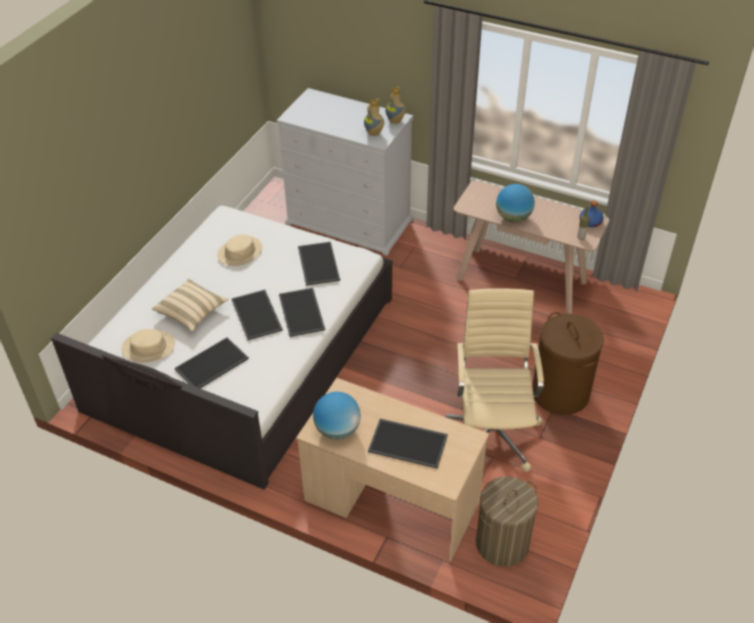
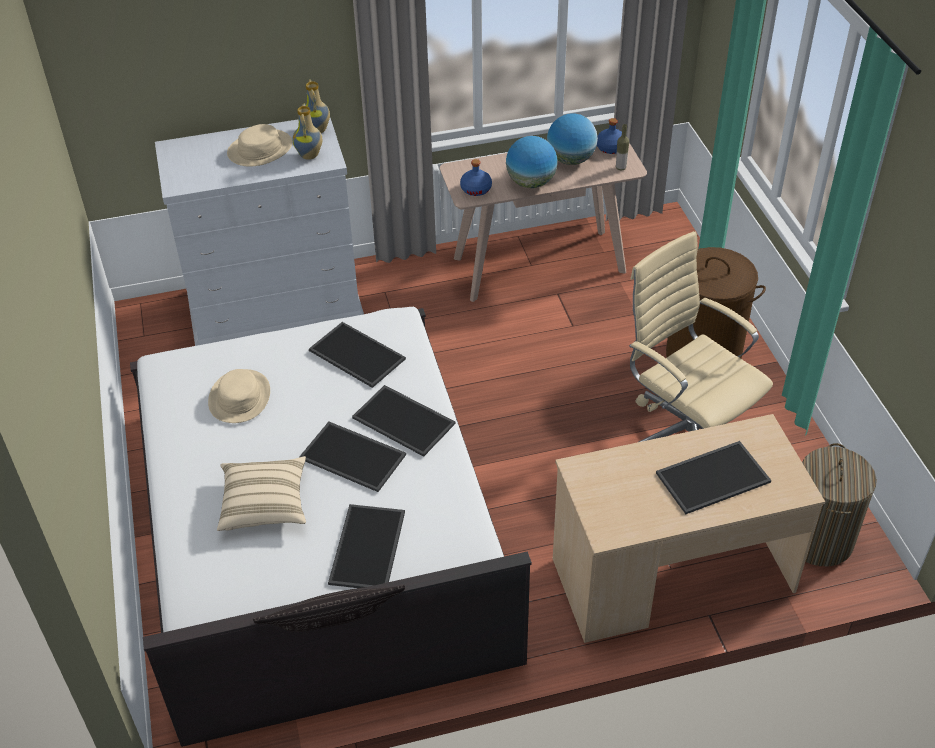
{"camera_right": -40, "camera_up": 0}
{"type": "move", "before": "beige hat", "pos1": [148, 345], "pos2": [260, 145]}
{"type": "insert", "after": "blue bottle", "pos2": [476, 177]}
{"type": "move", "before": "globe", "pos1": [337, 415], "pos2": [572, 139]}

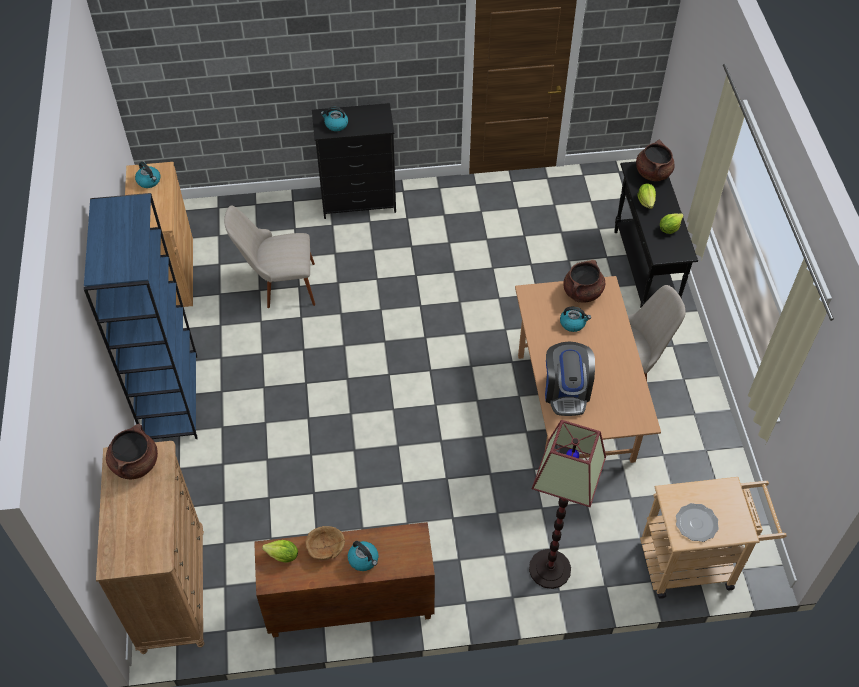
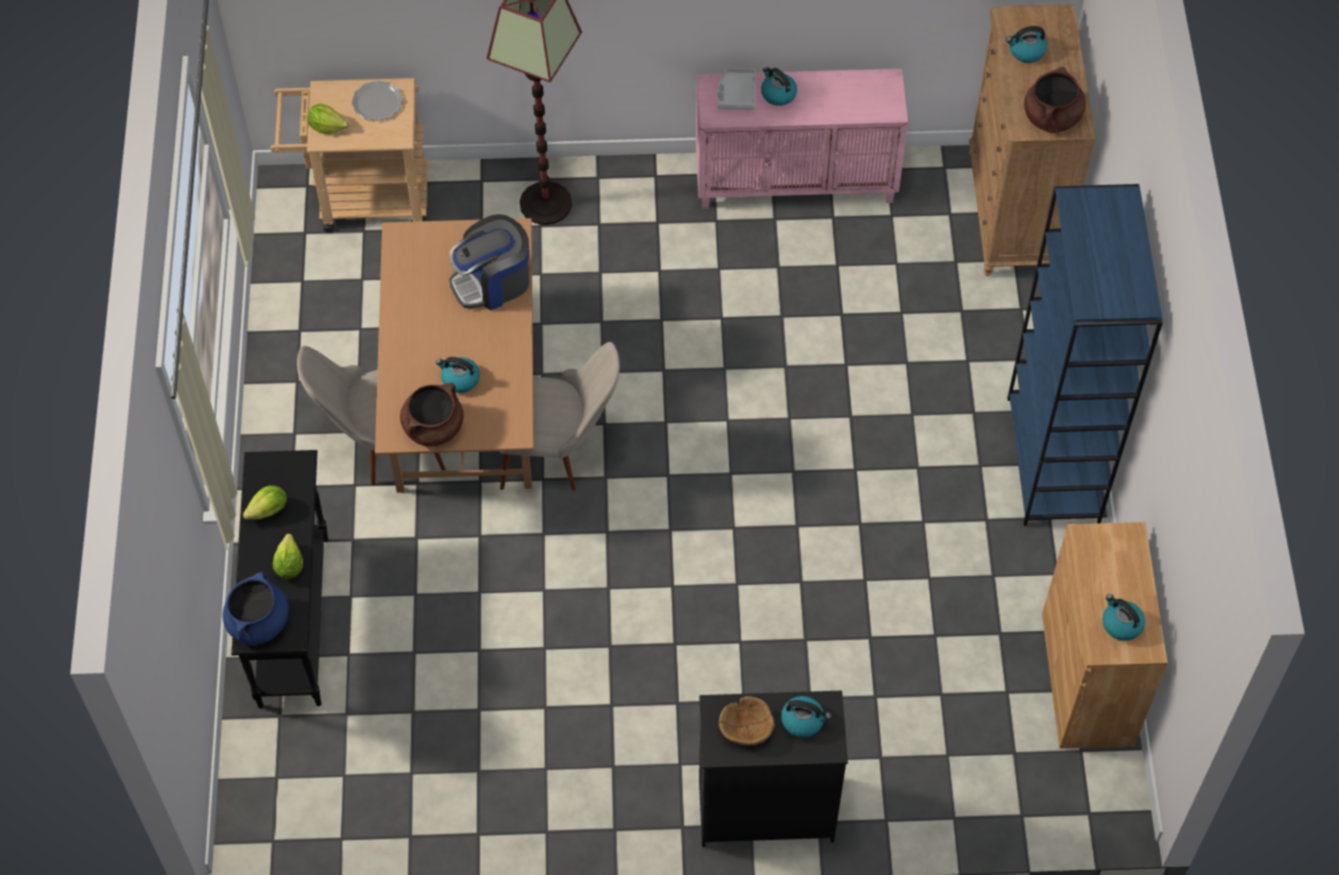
{"camera_right": -175, "camera_up": 5}
{"type": "recolor", "before": "brown cooking pot", "after": "blue cooking pot", "pos1": [655, 160], "pos2": [256, 609]}
{"type": "move", "before": "lettuce", "pos1": [280, 551], "pos2": [328, 119]}
{"type": "rotate", "before": "coffee machine", "pos1": [570, 378], "pos2": [489, 262], "turn": -120}
{"type": "move", "before": "beige chair", "pos1": [269, 256], "pos2": [559, 416]}
{"type": "recolor", "before": "brown cabinet", "after": "pink cabinet", "pos1": [344, 579], "pos2": [802, 138]}
{"type": "insert", "after": "grey tray", "pos2": [737, 89]}
{"type": "move", "before": "brown bowl", "pos1": [325, 543], "pos2": [747, 721]}
{"type": "insert", "after": "kettle", "pos2": [1026, 44]}

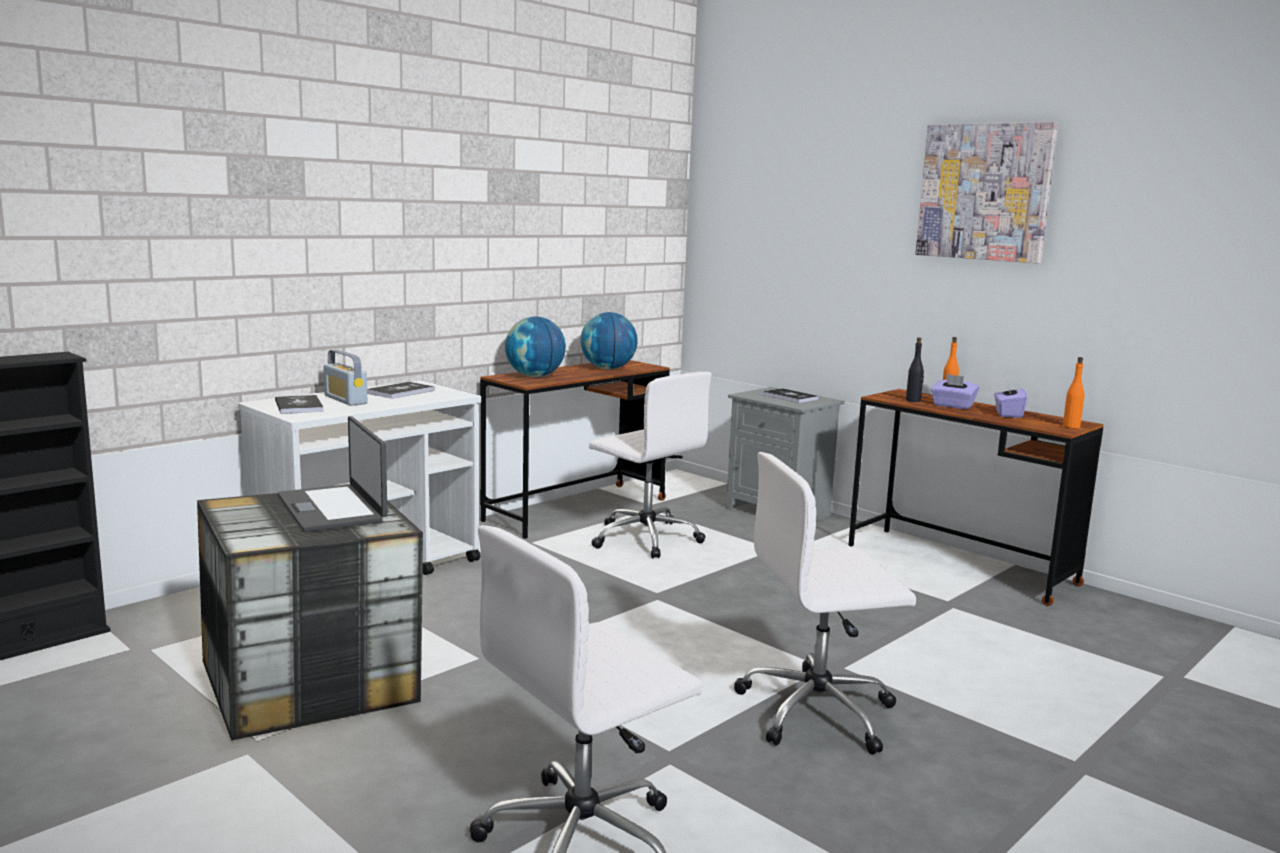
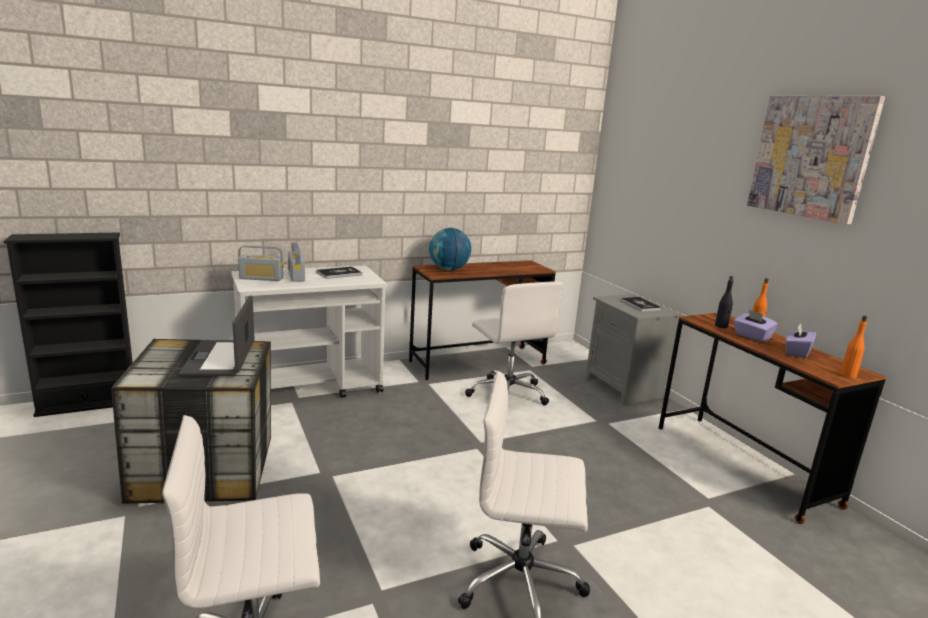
{"camera_right": 20, "camera_up": 5}
{"type": "replace", "before": "book", "after": "radio", "pos1": [299, 404], "pos2": [261, 263]}
{"type": "delete", "before": "globe", "pos1": [609, 340]}

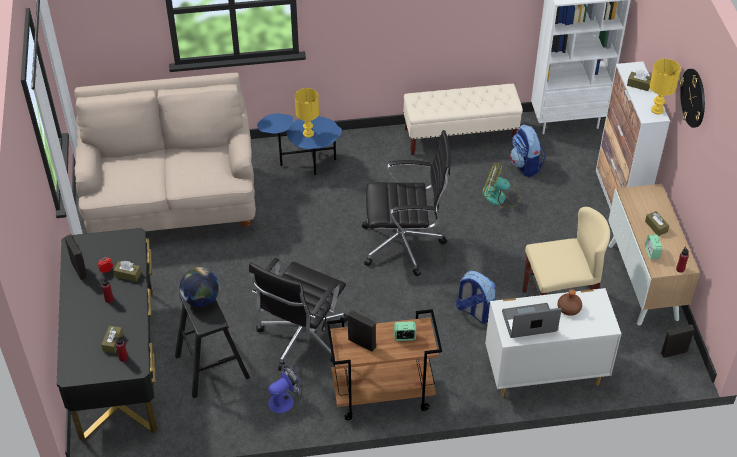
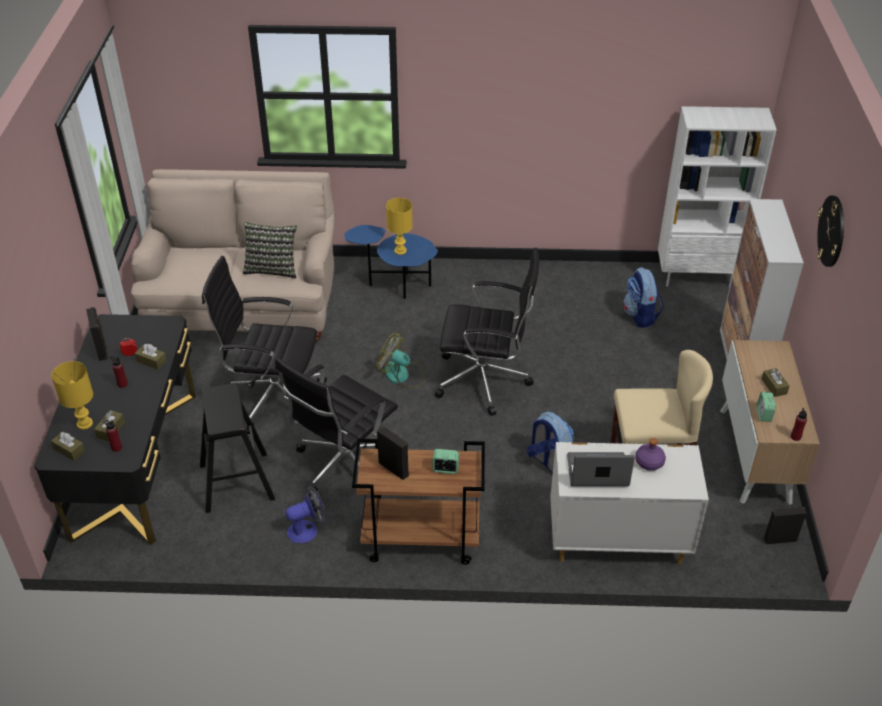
{"camera_right": 10, "camera_up": -5}
{"type": "move", "before": "yellow table lamp", "pos1": [665, 86], "pos2": [72, 395]}
{"type": "move", "before": "brown tissue box", "pos1": [639, 80], "pos2": [68, 446]}
{"type": "insert", "after": "black office chair", "pos2": [264, 343]}
{"type": "insert", "after": "pillow", "pos2": [270, 250]}
{"type": "move", "before": "fan", "pos1": [501, 185], "pos2": [401, 360]}
{"type": "recolor", "before": "brown bottle", "after": "purple bottle", "pos1": [569, 302], "pos2": [650, 454]}
{"type": "delete", "before": "globe", "pos1": [200, 287]}
{"type": "delete", "before": "beige bench", "pos1": [463, 119]}

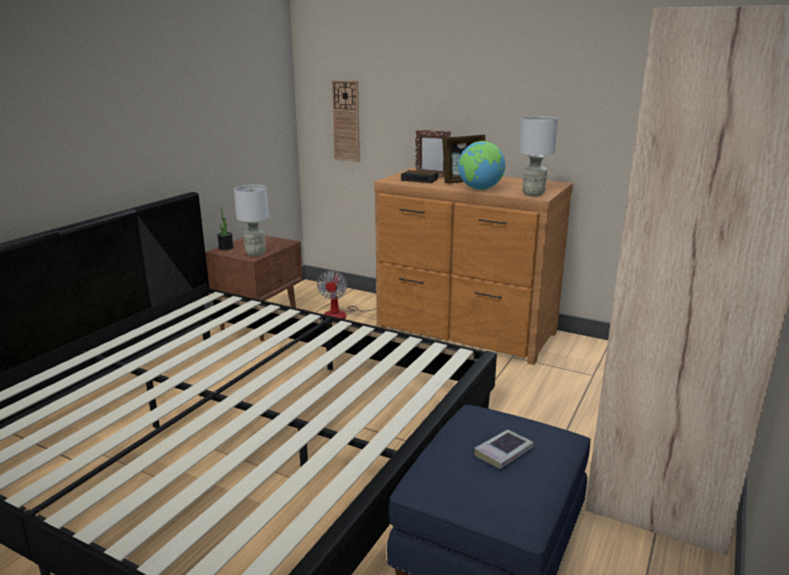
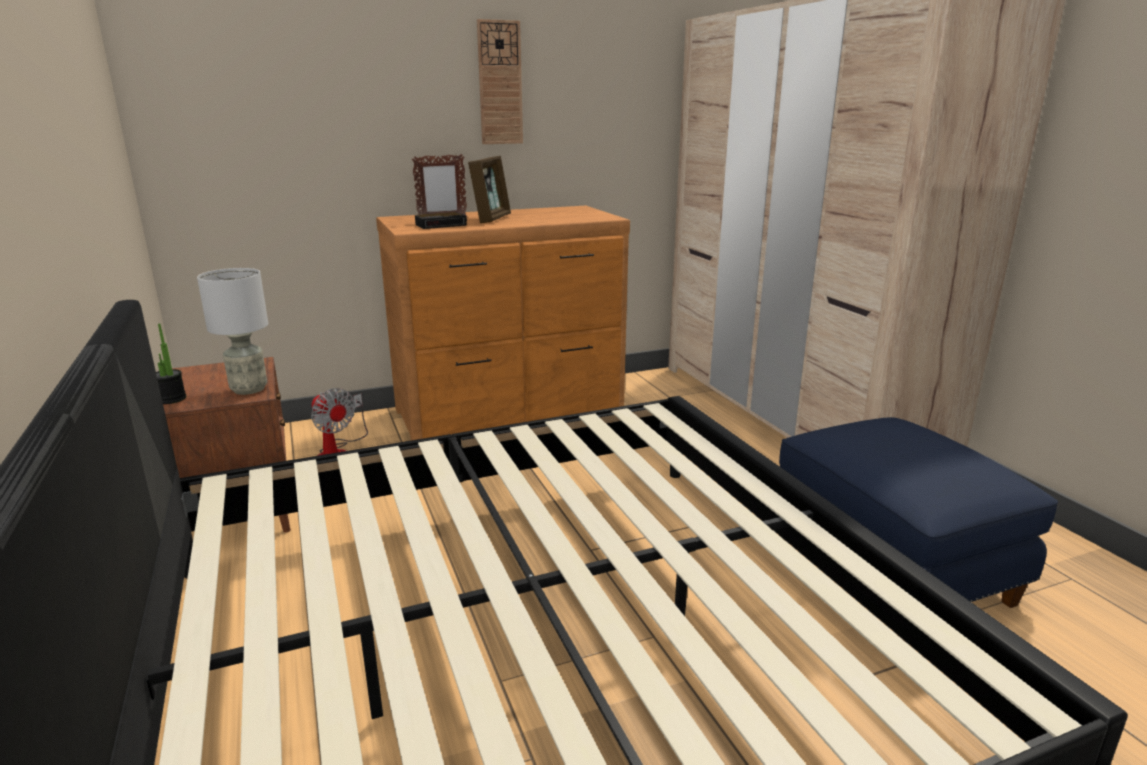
{"camera_right": -50, "camera_up": 0}
{"type": "move", "before": "wall clock", "pos1": [346, 121], "pos2": [500, 81]}
{"type": "delete", "before": "globe", "pos1": [481, 165]}
{"type": "delete", "before": "book", "pos1": [504, 449]}
{"type": "delete", "before": "grey table lamp", "pos1": [538, 156]}

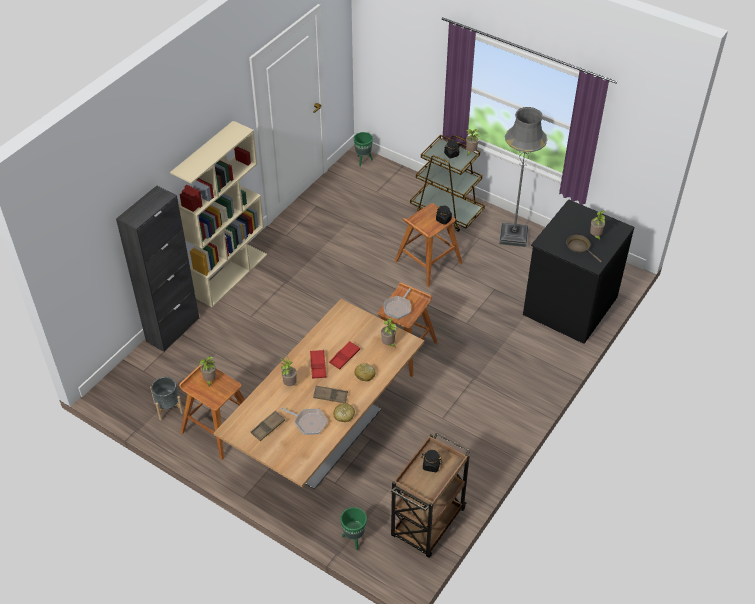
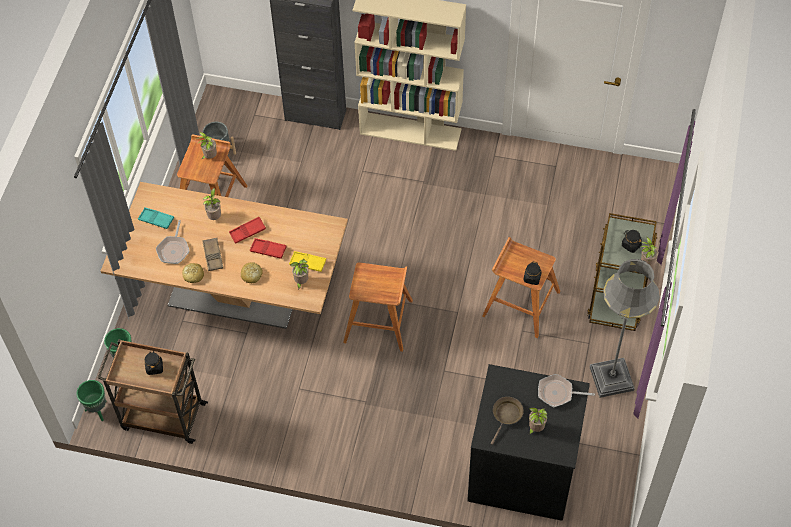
{"camera_right": 70, "camera_up": 10}
{"type": "move", "before": "green planter", "pos1": [363, 149], "pos2": [92, 400]}
{"type": "recolor", "before": "brown tray", "after": "turquoise tray", "pos1": [268, 426], "pos2": [156, 218]}
{"type": "insert", "after": "yellow tray", "pos2": [307, 261]}
{"type": "move", "before": "frying pan", "pos1": [397, 303], "pos2": [566, 390]}

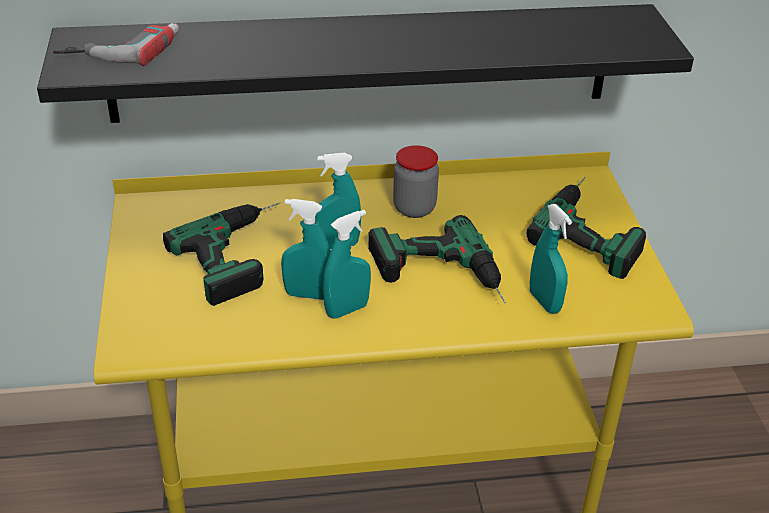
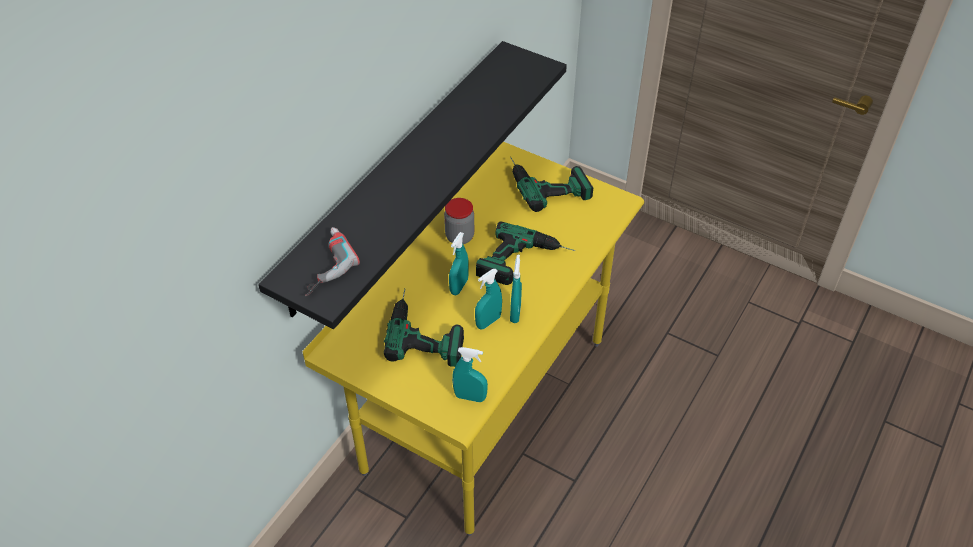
{"camera_right": -50, "camera_up": 10}
{"type": "move", "before": "turquoise spray bottle", "pos1": [551, 259], "pos2": [470, 374]}

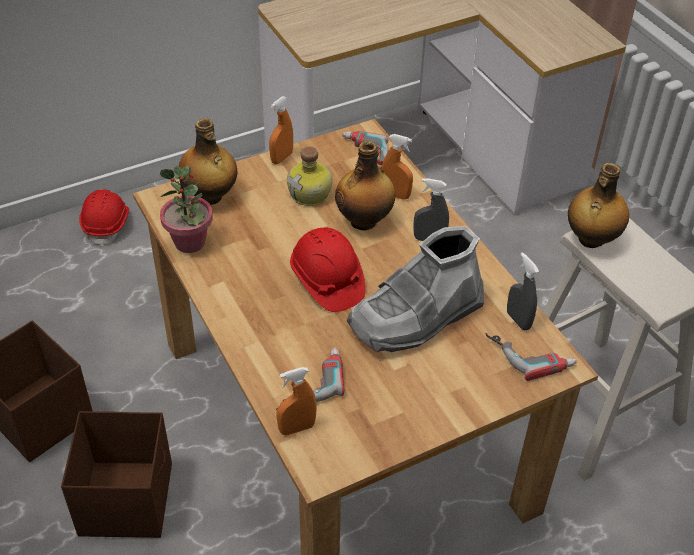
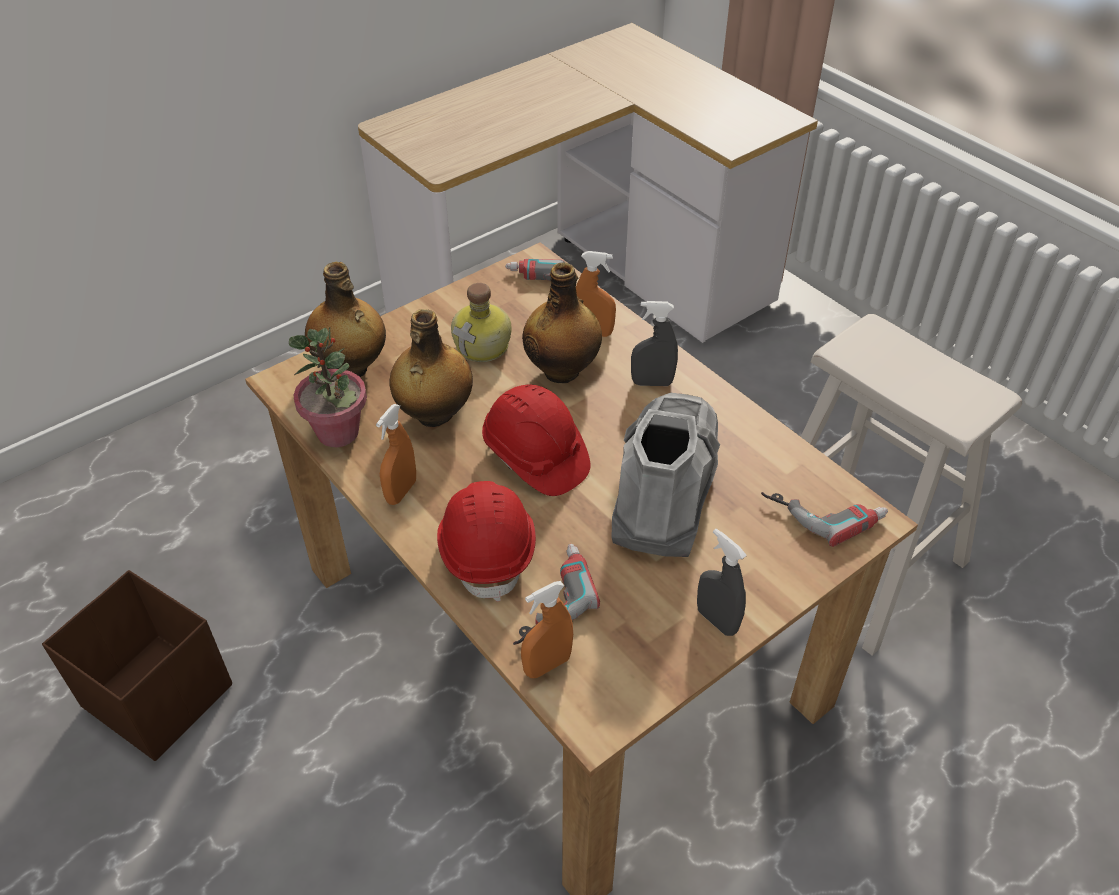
{"camera_right": -10, "camera_up": 0}
{"type": "move", "before": "orange spray bottle", "pos1": [281, 130], "pos2": [396, 454]}
{"type": "move", "before": "bottle", "pos1": [598, 205], "pos2": [431, 368]}
{"type": "move", "before": "red hard hat", "pos1": [104, 218], "pos2": [486, 541]}
{"type": "rotate", "before": "grey boot", "pos1": [415, 289], "pos2": [665, 475], "turn": 150}
{"type": "move", "before": "grey spray bottle", "pos1": [523, 291], "pos2": [722, 582]}
{"type": "delete", "before": "brown storage box", "pos1": [116, 474]}

